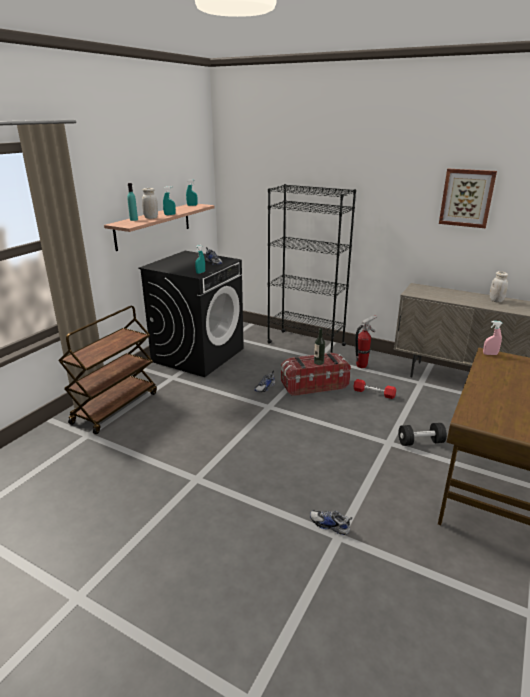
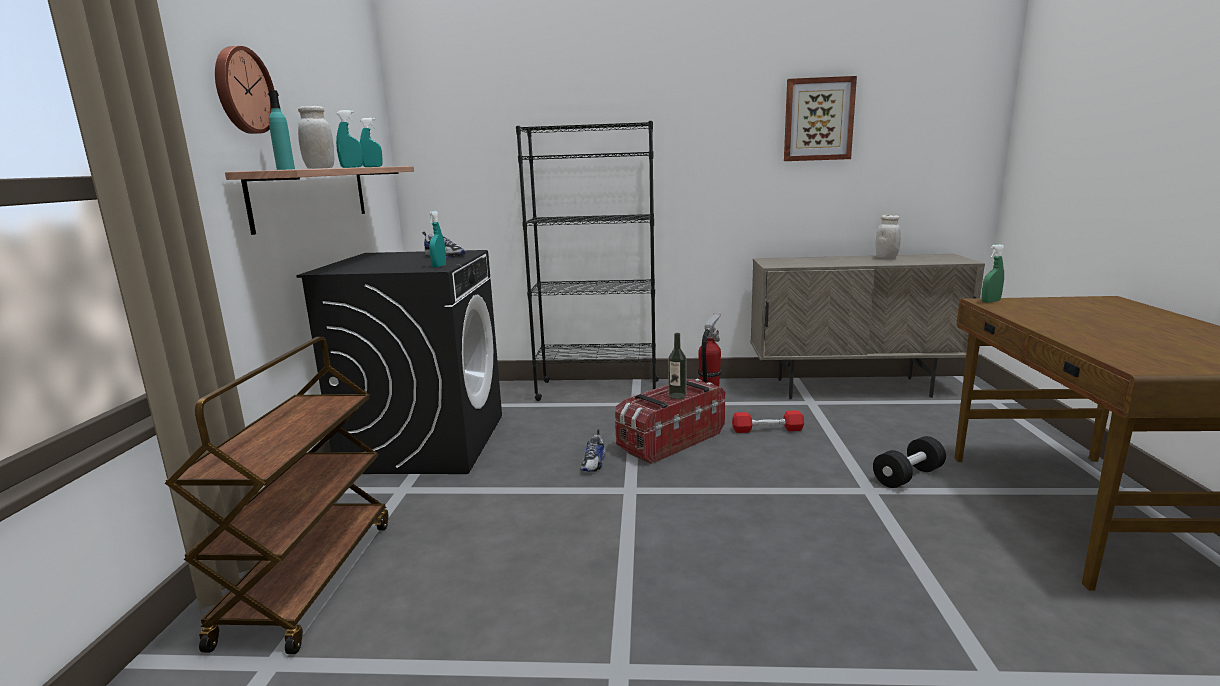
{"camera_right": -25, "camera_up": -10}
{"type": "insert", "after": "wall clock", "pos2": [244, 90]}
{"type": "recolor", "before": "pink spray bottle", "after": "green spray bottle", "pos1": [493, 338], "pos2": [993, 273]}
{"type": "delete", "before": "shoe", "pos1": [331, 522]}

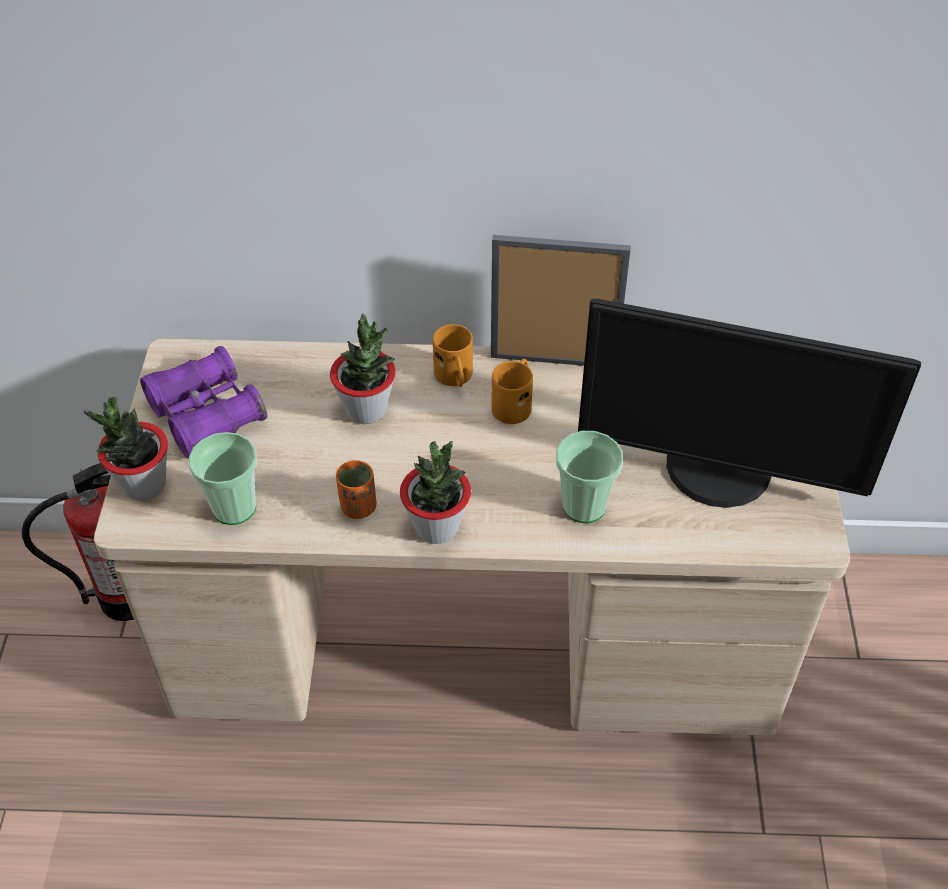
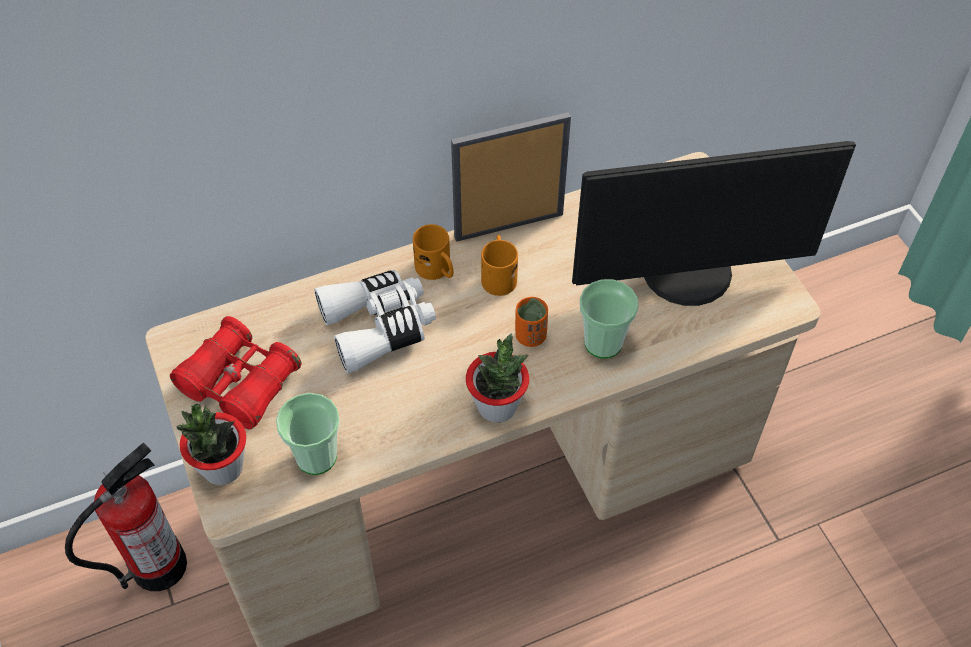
{"camera_right": -25, "camera_up": 5}
{"type": "recolor", "before": "purple binoculars", "after": "red binoculars", "pos1": [203, 402], "pos2": [236, 373]}
{"type": "replace", "before": "potted plant", "after": "white binoculars", "pos1": [363, 368], "pos2": [375, 322]}
{"type": "move", "before": "orange cup", "pos1": [356, 489], "pos2": [531, 322]}

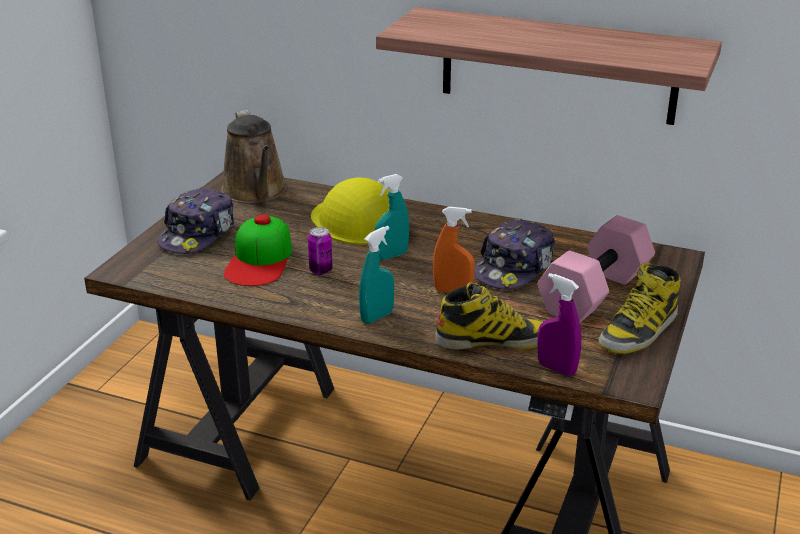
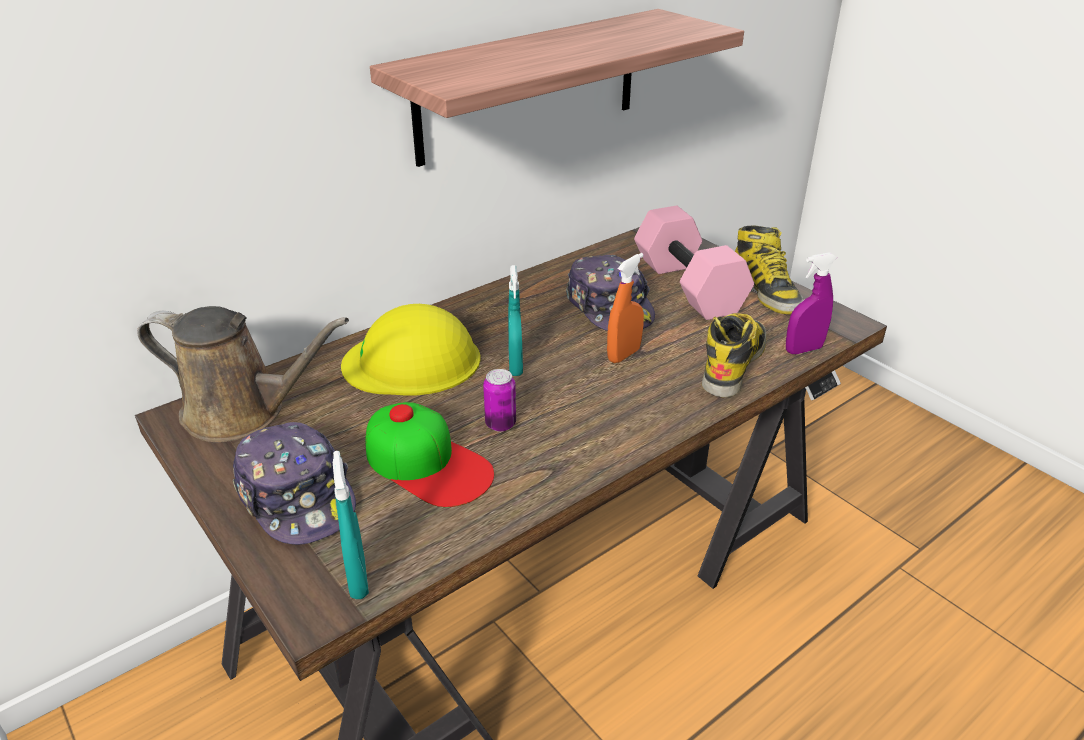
{"camera_right": -60, "camera_up": 5}
{"type": "move", "before": "turquoise spray bottle", "pos1": [376, 275], "pos2": [351, 525]}

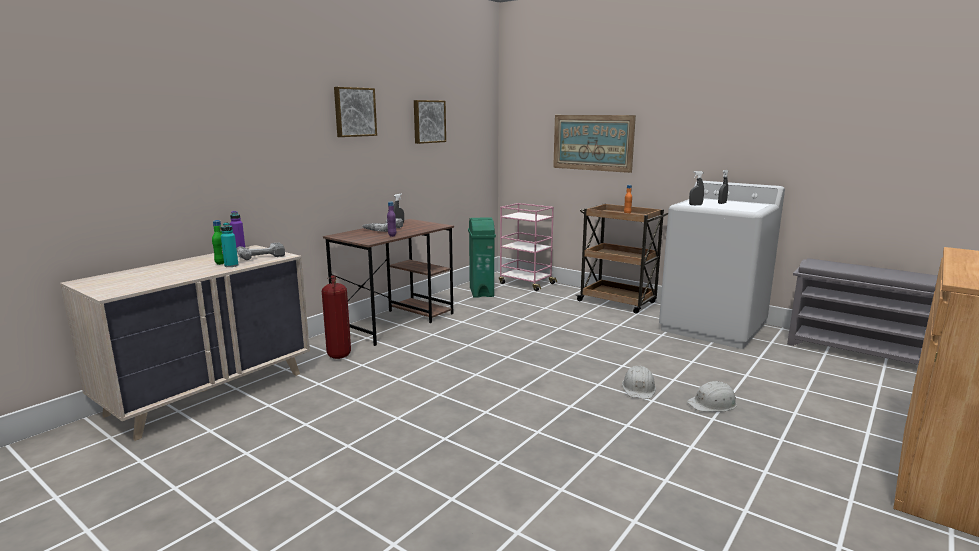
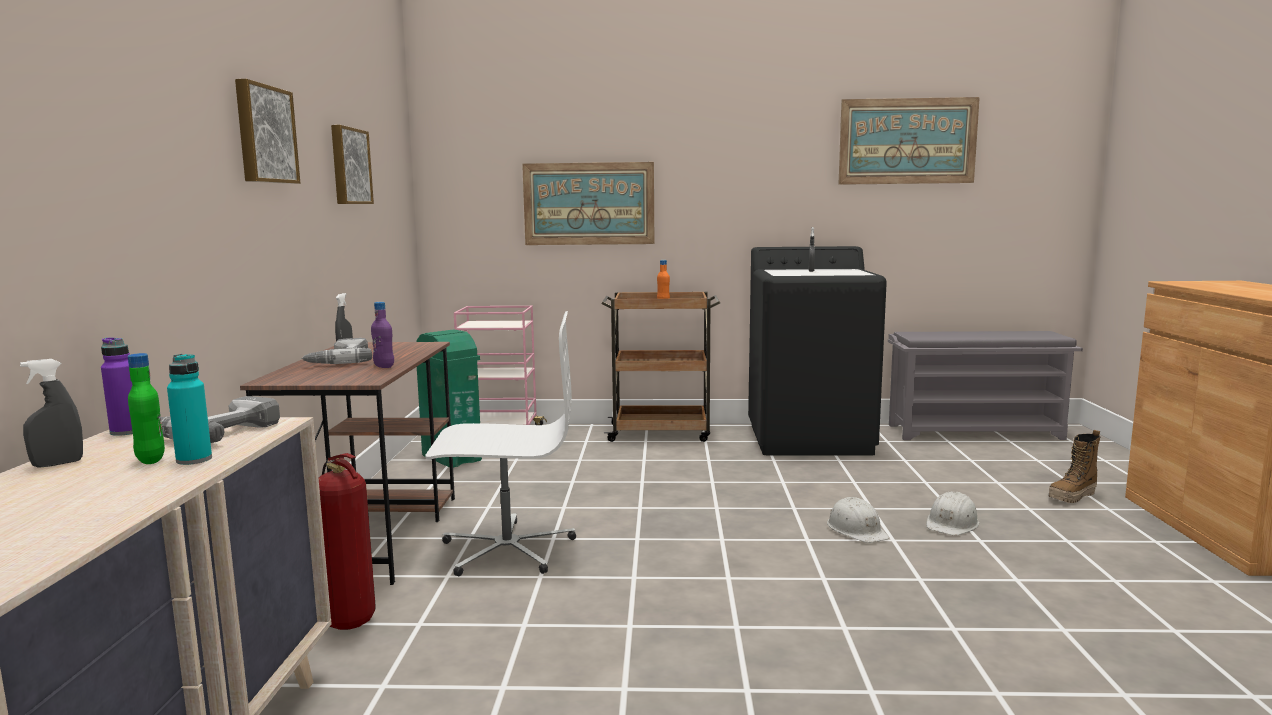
{"camera_right": -35, "camera_up": -5}
{"type": "move", "before": "grey spray bottle", "pos1": [696, 188], "pos2": [51, 413]}
{"type": "insert", "after": "white office chair", "pos2": [500, 443]}
{"type": "recolor", "before": "white washing machine", "after": "black washing machine", "pos1": [722, 265], "pos2": [817, 350]}
{"type": "insert", "after": "picture", "pos2": [909, 141]}
{"type": "insert", "after": "boot", "pos2": [1074, 466]}

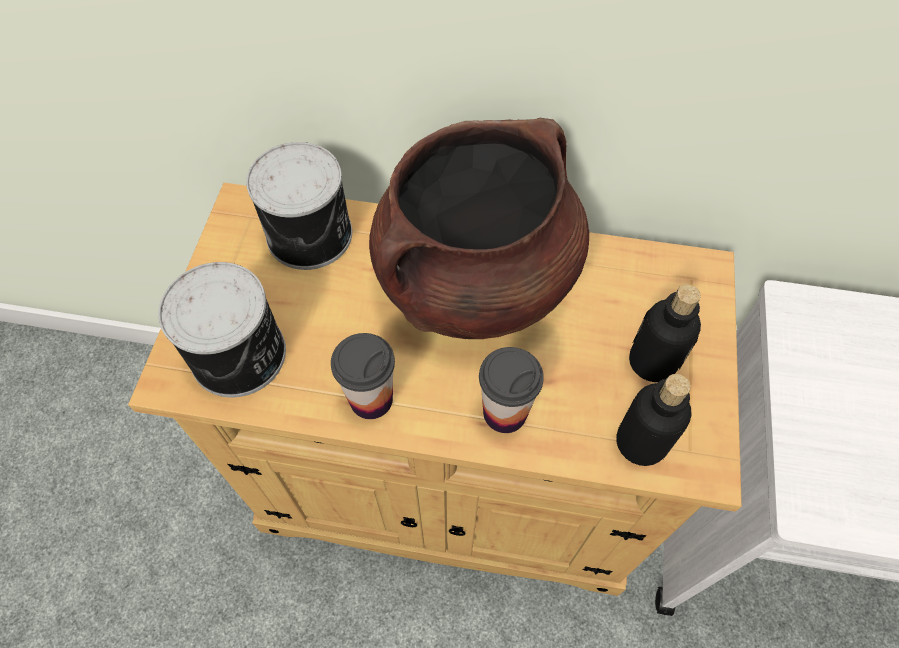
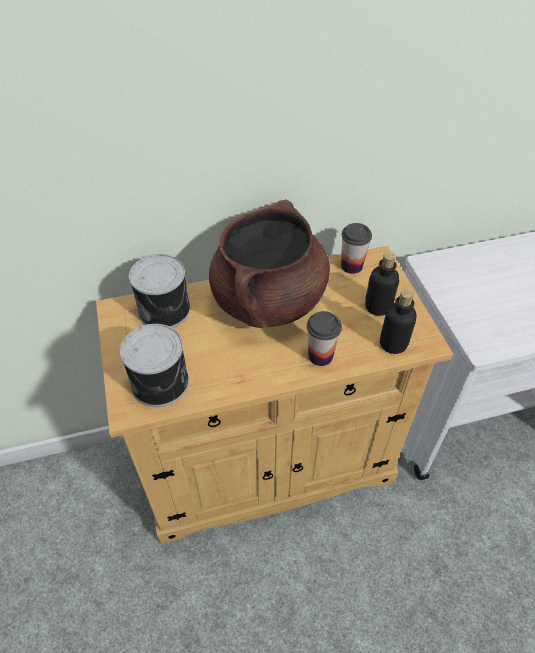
{"camera_right": -25, "camera_up": -10}
{"type": "move", "before": "cup", "pos1": [363, 376], "pos2": [356, 248]}

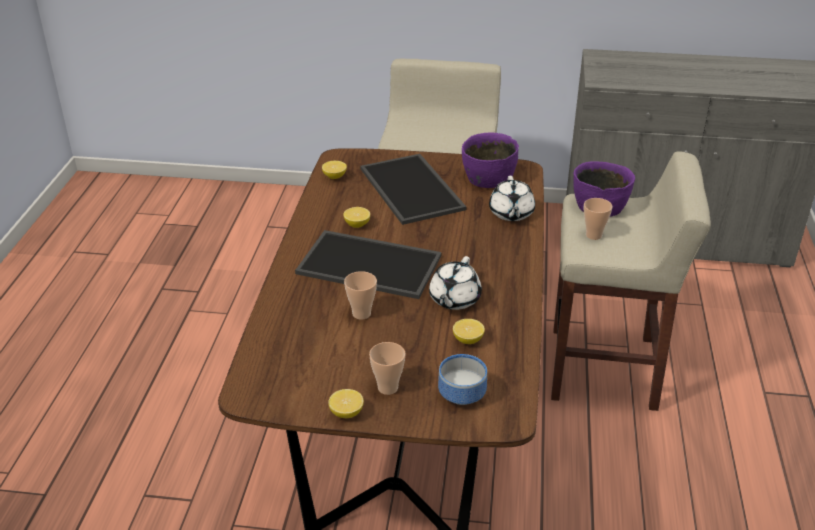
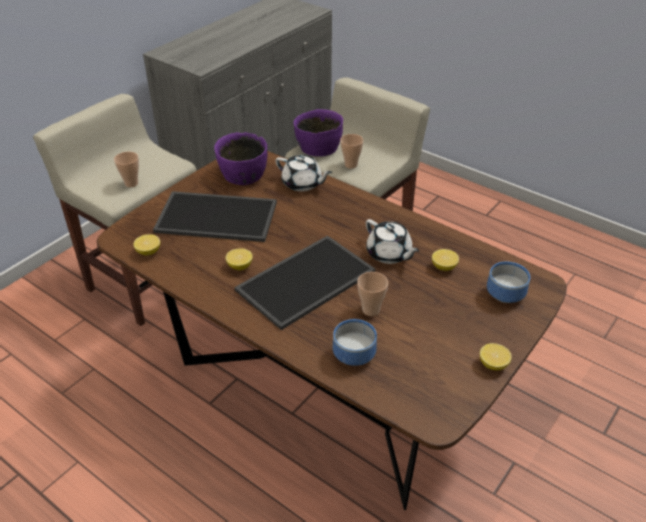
{"camera_right": -60, "camera_up": 5}
{"type": "move", "before": "cup", "pos1": [387, 368], "pos2": [126, 169]}
{"type": "insert", "after": "bowl", "pos2": [355, 342]}

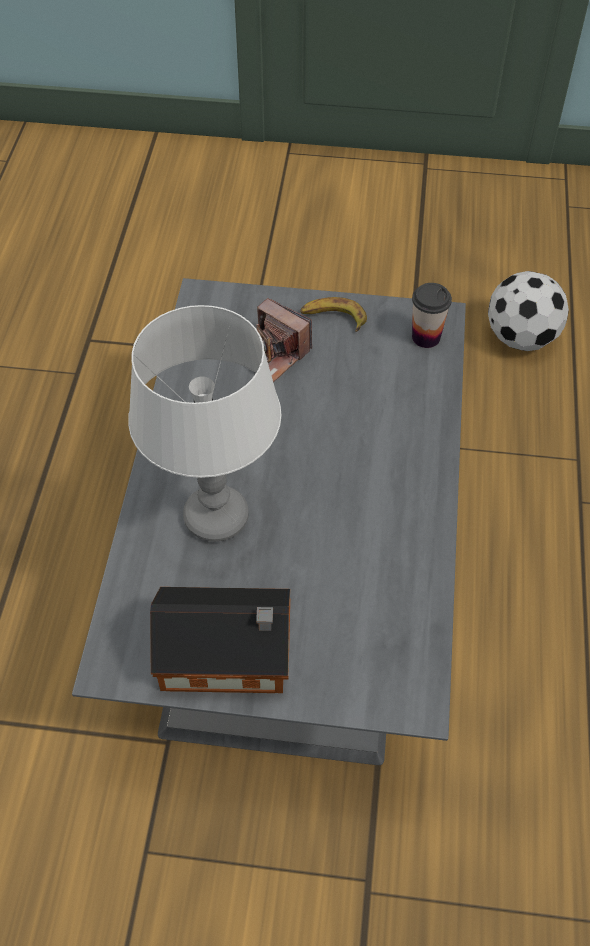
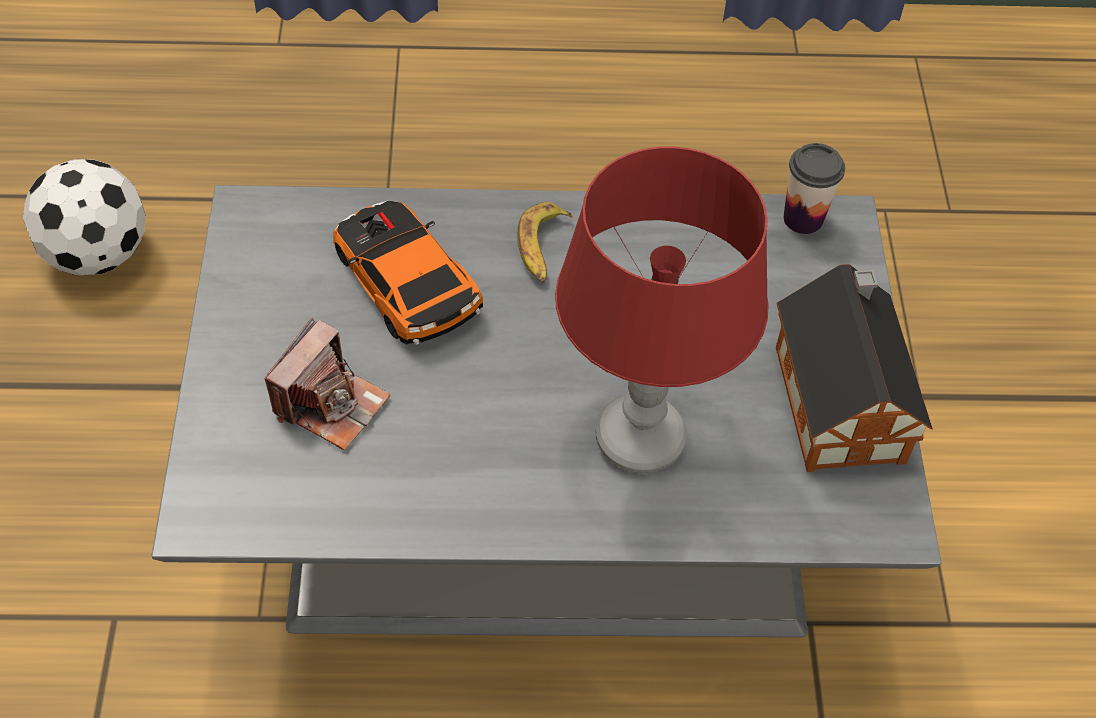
{"camera_right": -100, "camera_up": 0}
{"type": "insert", "after": "toy car", "pos2": [408, 273]}
{"type": "move", "before": "banana", "pos1": [333, 314], "pos2": [545, 242]}
{"type": "recolor", "before": "white table lamp", "after": "red table lamp", "pos1": [205, 423], "pos2": [662, 309]}
{"type": "move", "before": "cup", "pos1": [432, 315], "pos2": [814, 188]}

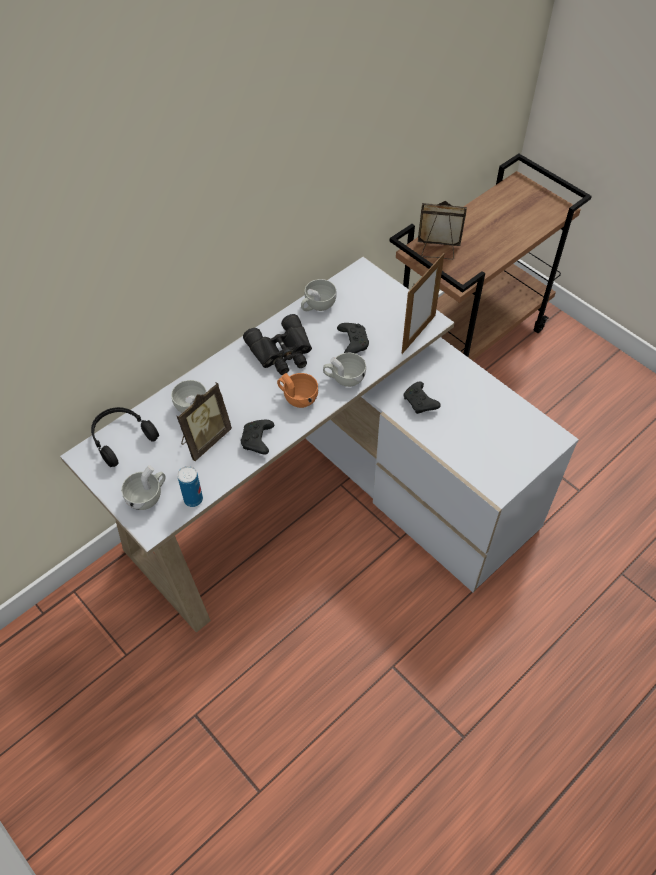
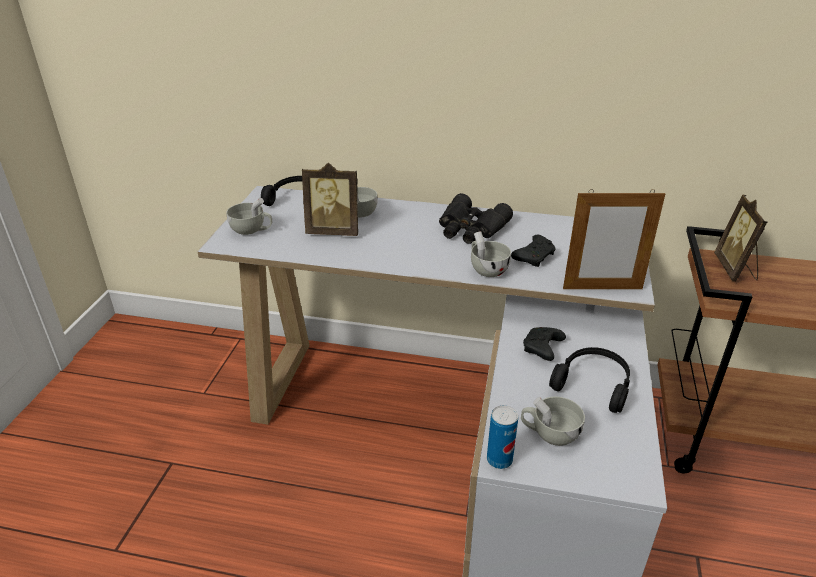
{"camera_right": 55, "camera_up": -20}
{"type": "move", "before": "can", "pos1": [190, 486], "pos2": [502, 437]}
{"type": "move", "before": "white cup", "pos1": [318, 295], "pos2": [553, 421]}
{"type": "insert", "after": "black headphones", "pos2": [589, 380]}
{"type": "rotate", "before": "picture frame", "pos1": [442, 230], "pos2": [740, 237], "turn": -150}
{"type": "delete", "before": "black game controller", "pos1": [257, 437]}
{"type": "delete", "before": "orange cup", "pos1": [297, 390]}

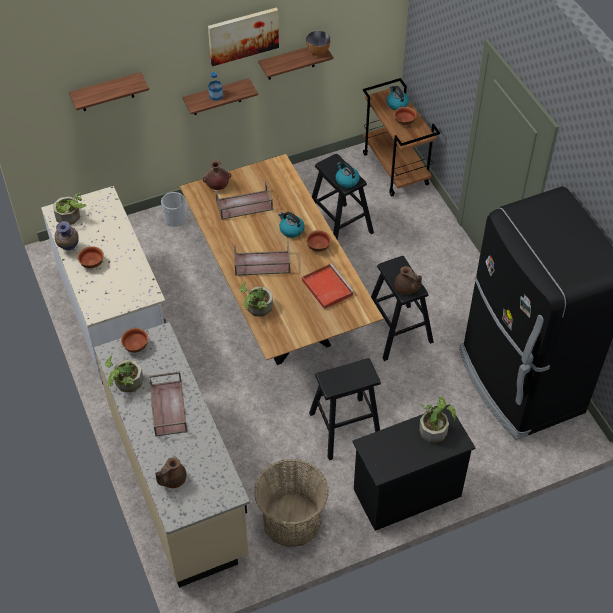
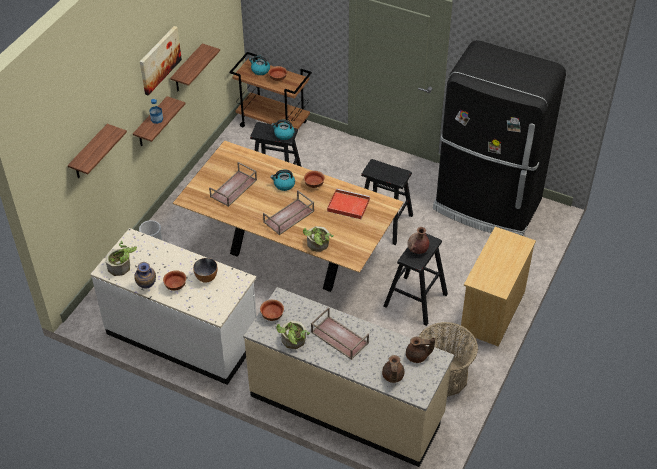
{"camera_right": -40, "camera_up": -5}
{"type": "move", "before": "bowl", "pos1": [318, 43], "pos2": [205, 270]}
{"type": "move", "before": "brown teapot", "pos1": [408, 280], "pos2": [420, 350]}
{"type": "move", "before": "brown vase", "pos1": [217, 175], "pos2": [418, 240]}
{"type": "recolor", "before": "black dresser", "after": "beige dresser", "pos1": [414, 467], "pos2": [498, 286]}
{"type": "delete", "before": "potted plant", "pos1": [437, 419]}

